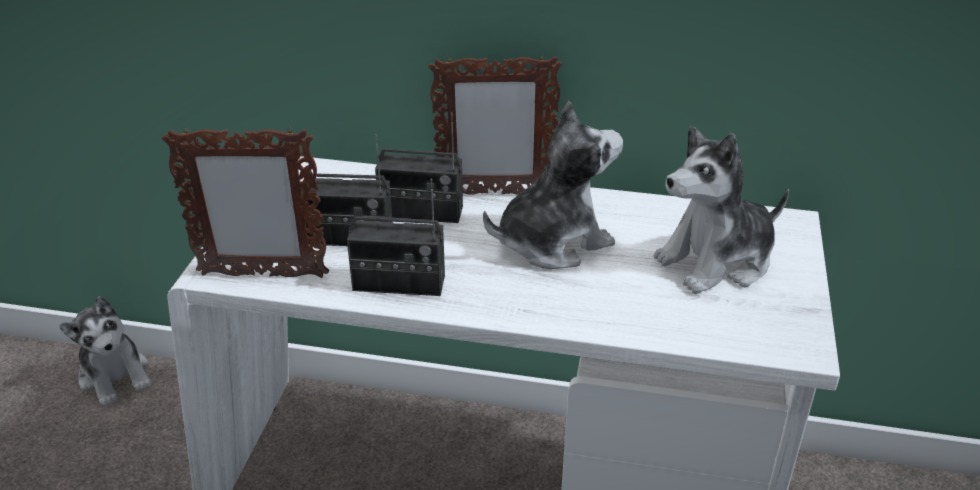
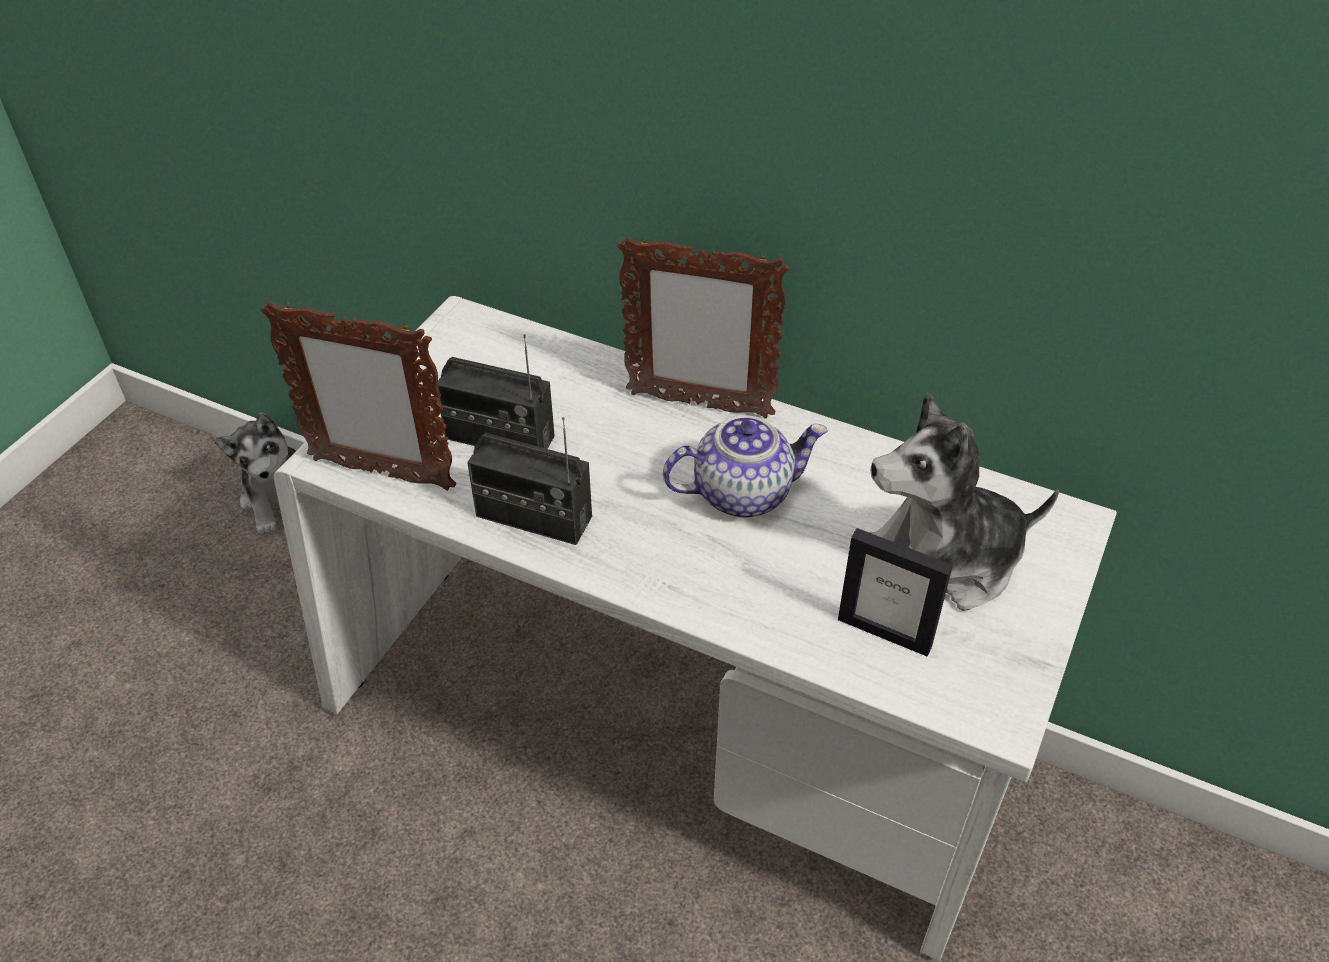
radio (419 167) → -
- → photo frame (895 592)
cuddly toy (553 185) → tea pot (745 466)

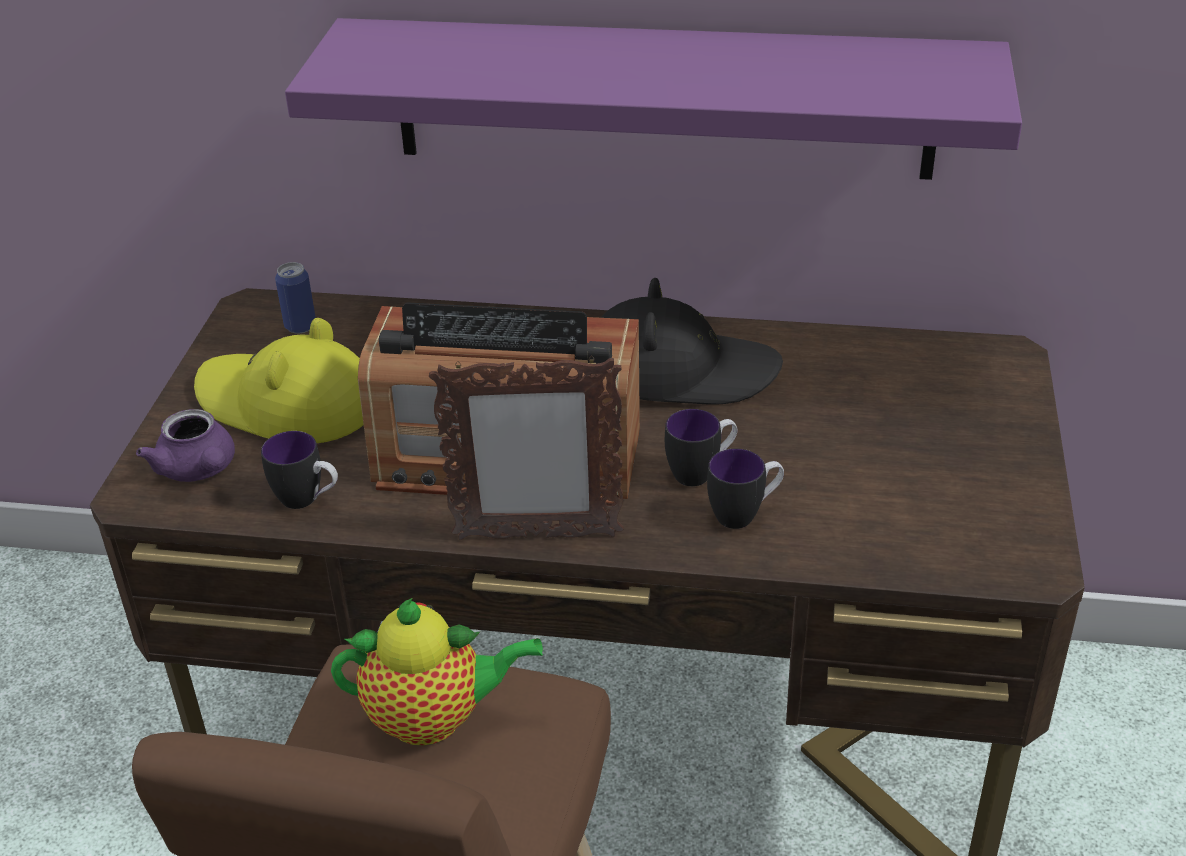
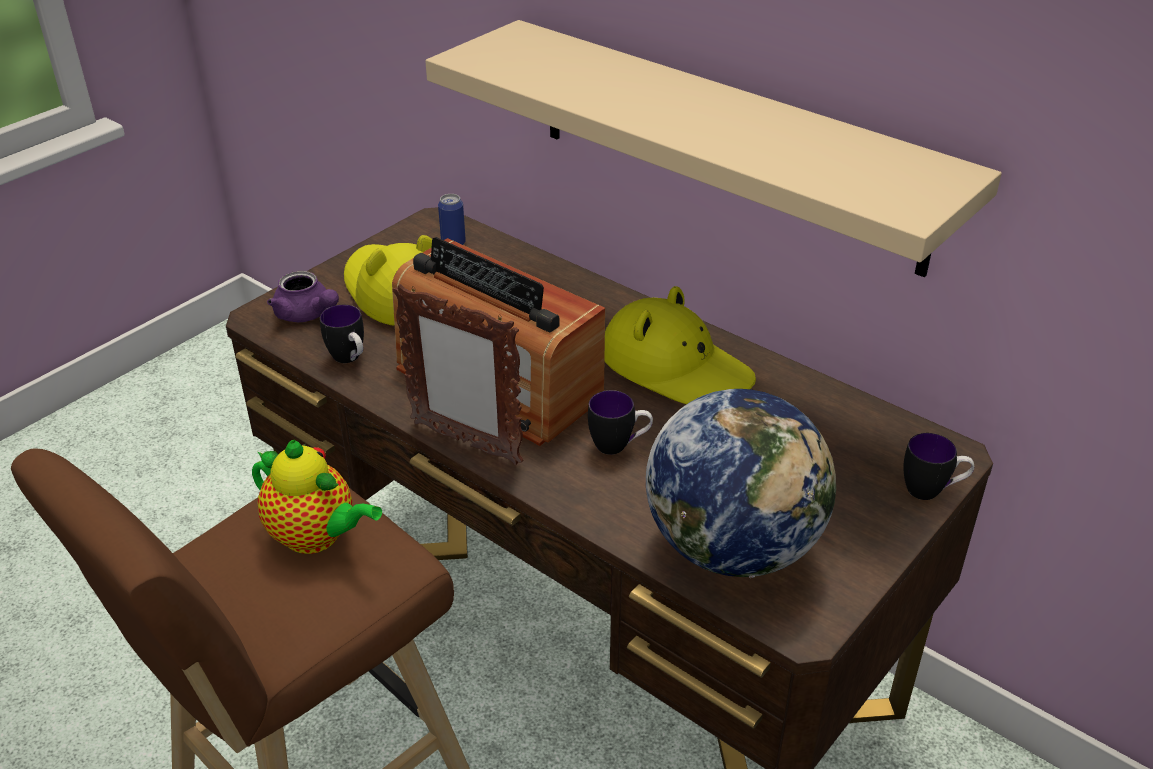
- → world globe (741 483)
mug (745 488) → mug (938 466), shifted
bracket shelf/purple-coloured (653 99) → bracket shelf/beige (713 149)
hat/black-coloured (692 341) → hat/yellow-coloured (680 345)
tea pot/purple-coloured (185 445) → tea pot/purple-coloured (303 296), 45 degrees counterclockwise

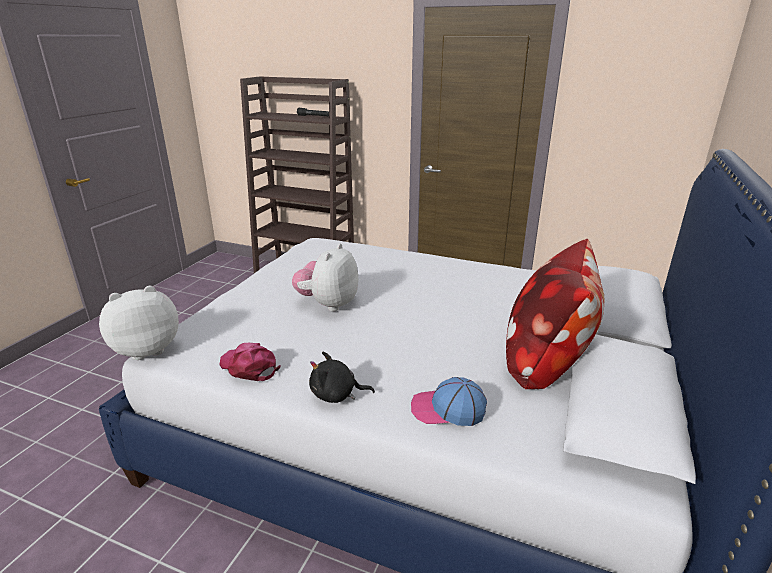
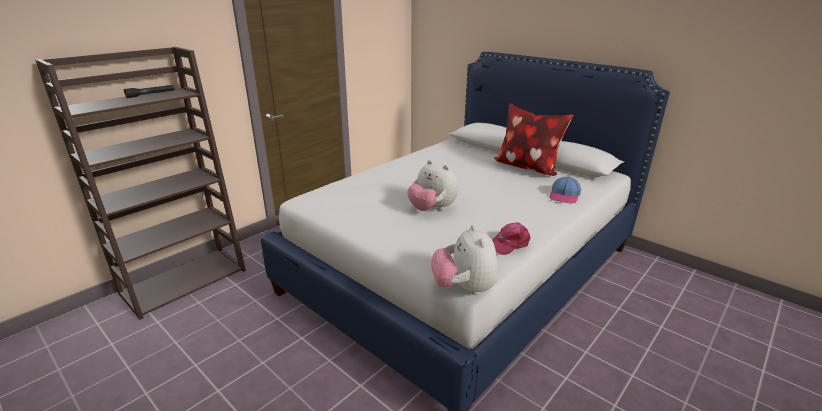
cuddly toy/black-coloured (342 377) → -

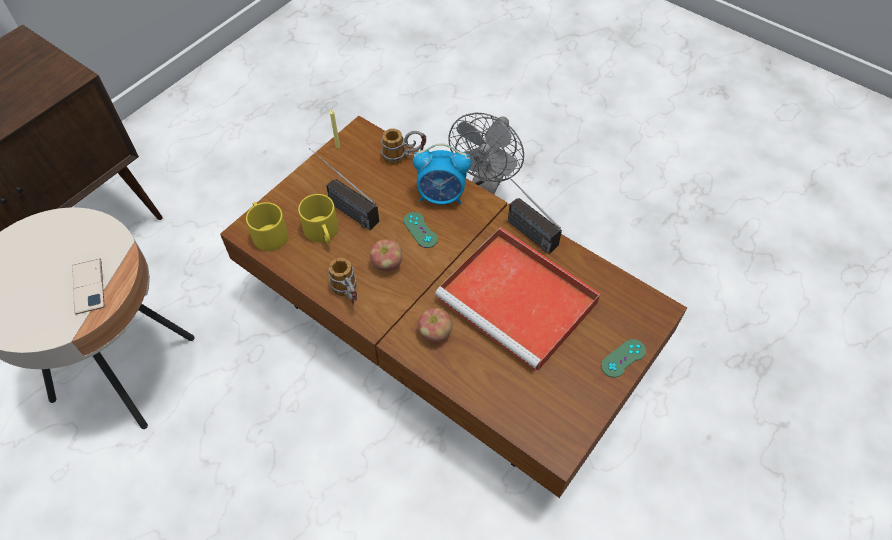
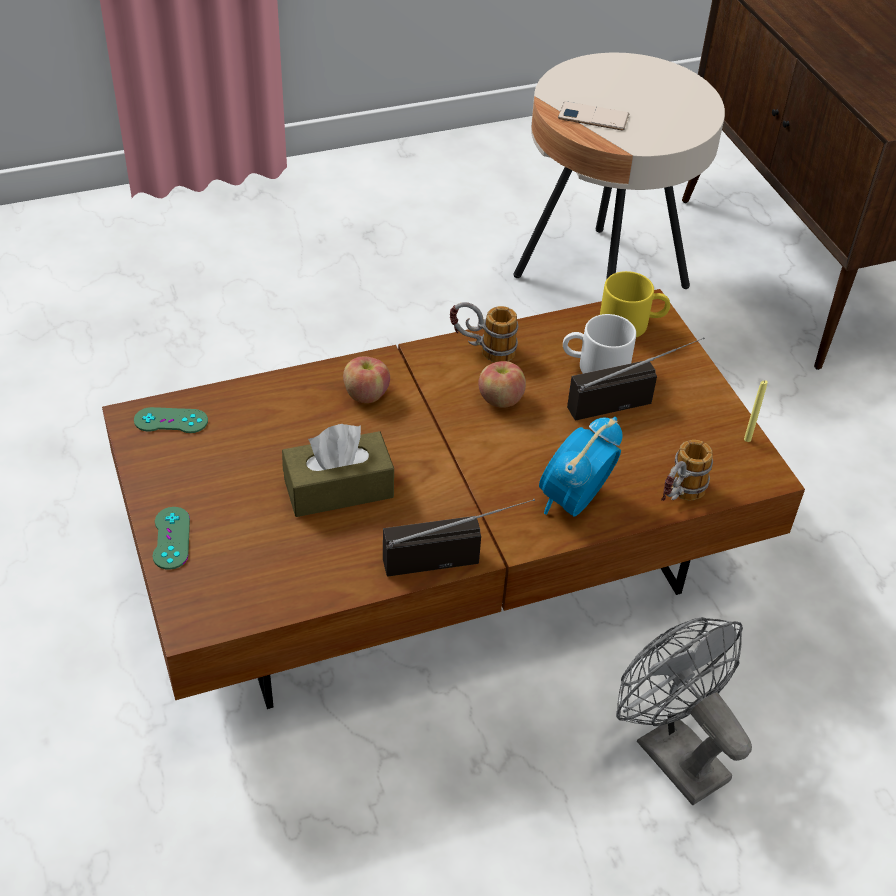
game controller/green-coloured (420 230) → game controller/green-coloured (171 420), shifted
tray/reddish (517 299) → tissue box/brown (338 470)
mug/yellow-coloured (318 219) → mug/white (599 343)

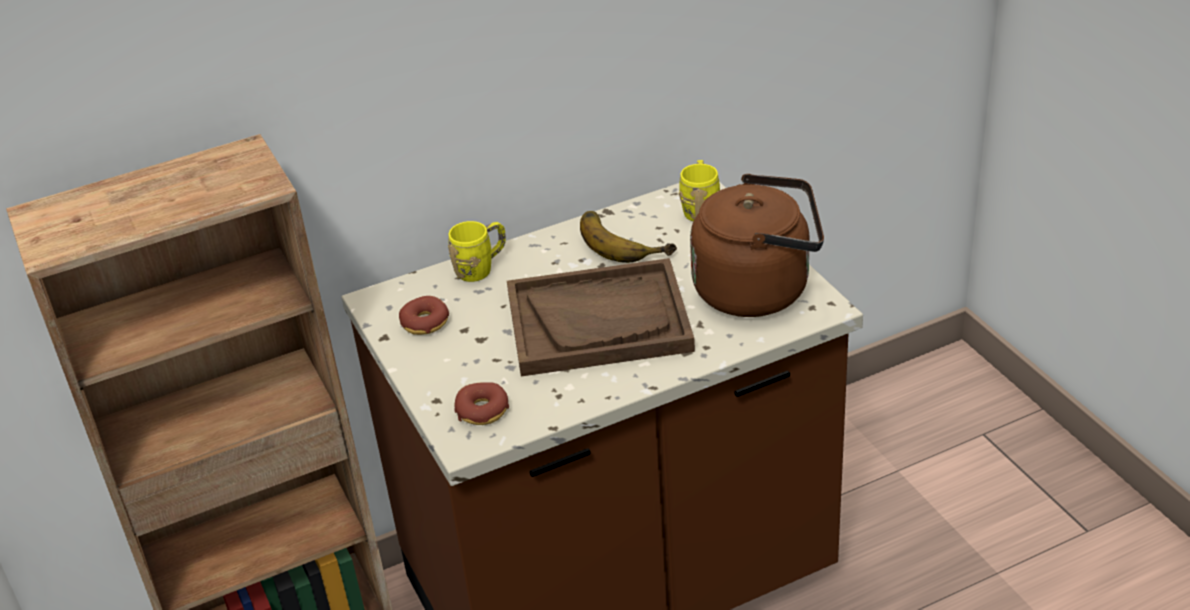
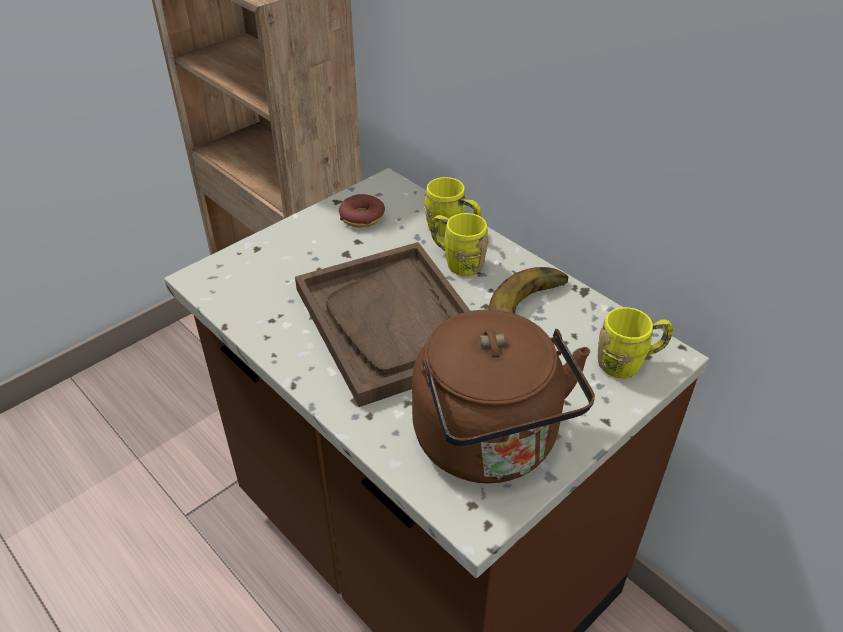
ring doughnut (481 403) → -
- → mug/yellow-coloured (459 244)

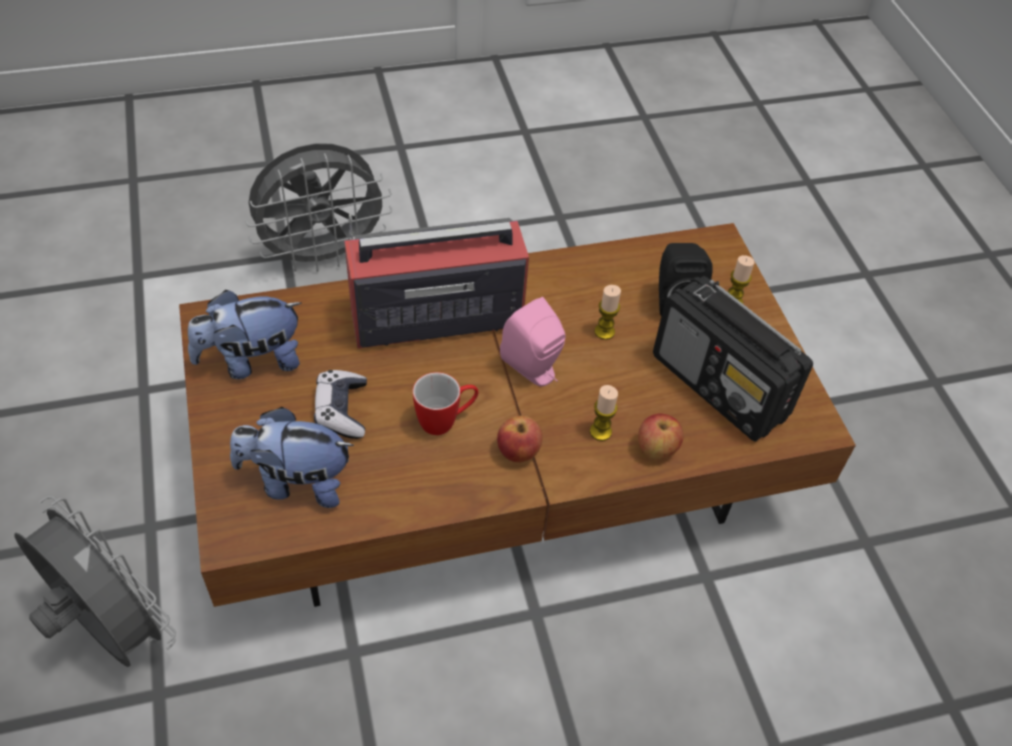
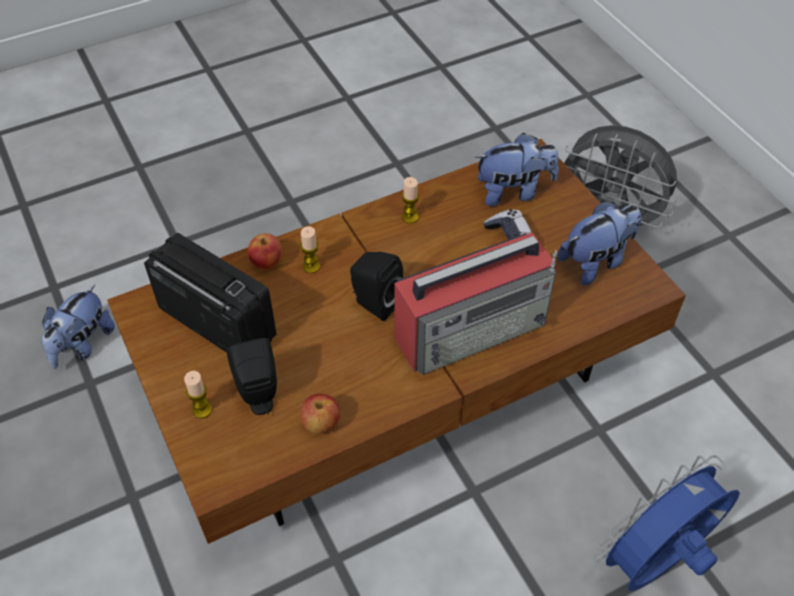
mug (445 403) → -
- → cuddly toy (78 327)
apple (520 439) → apple (320 413), shifted
candle (607 312) → candle (410 200), shifted
electric fan/gray (318 207) → electric fan/blue-coloured (666 523)
speaker/pinkish (533 342) → speaker/black-coloured (376 286)

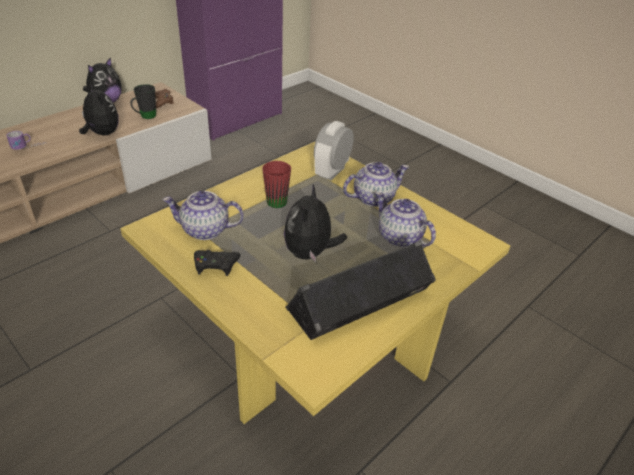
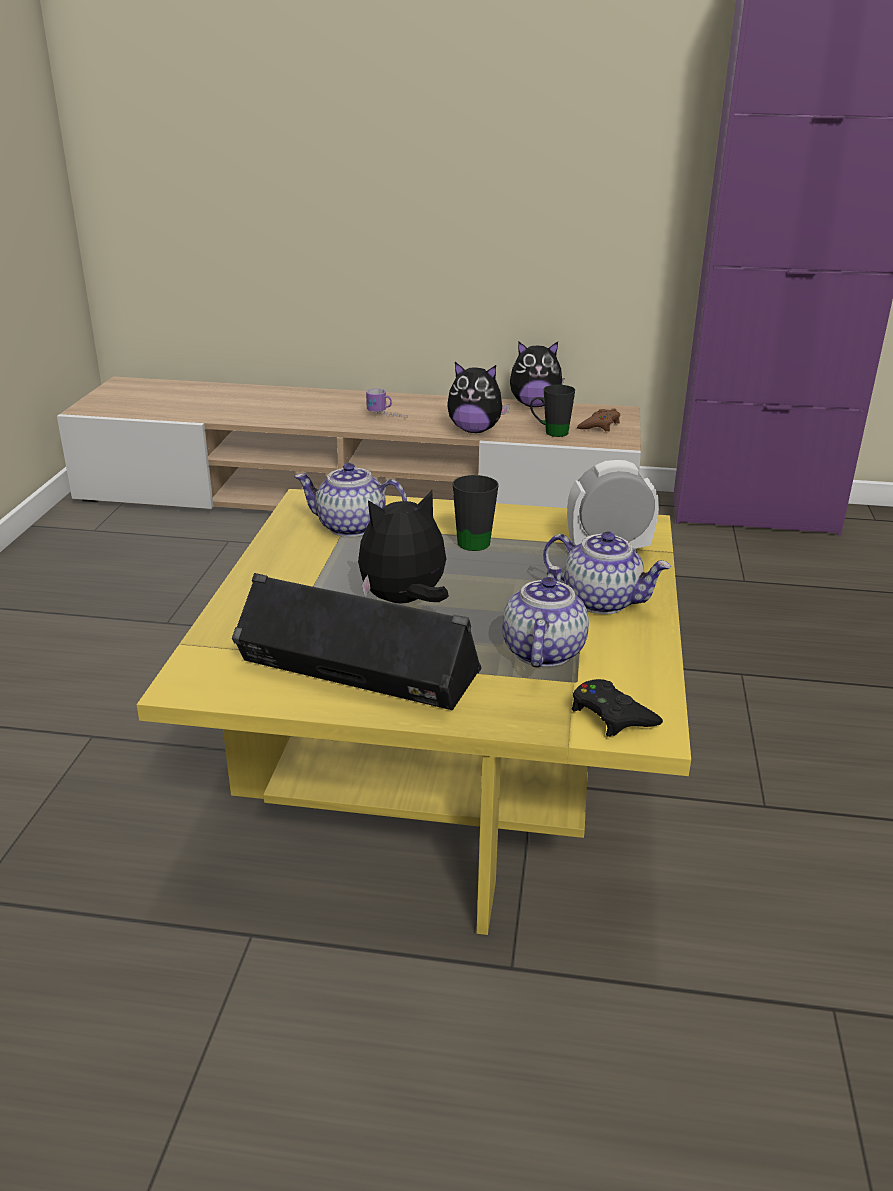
game controller/black-coloured (217 263) → game controller/black-coloured (617 708), shifted
mug/reddish (276 184) → mug/black-coloured (475 513)
cuddly toy (99 109) → cuddly toy (478 397), 90 degrees clockwise
tea pot (203 215) → tea pot (350 500), 45 degrees counterclockwise

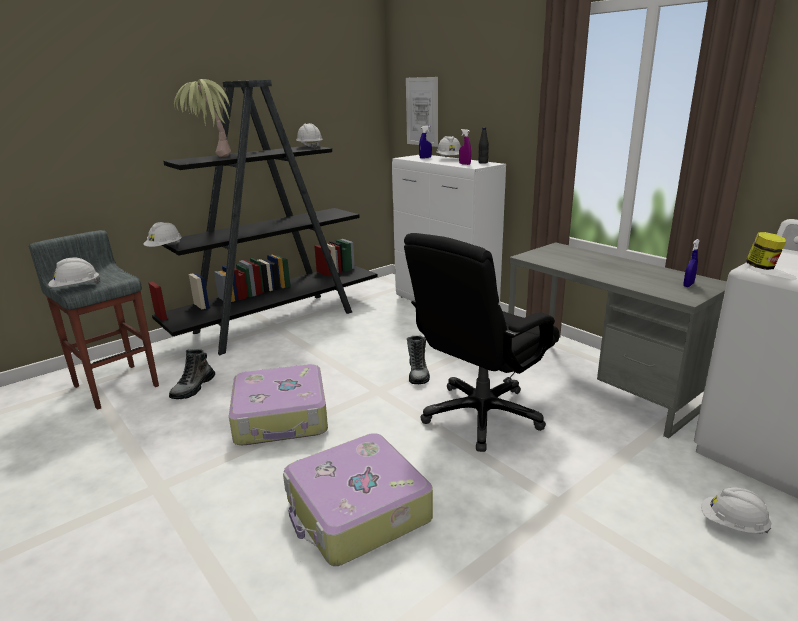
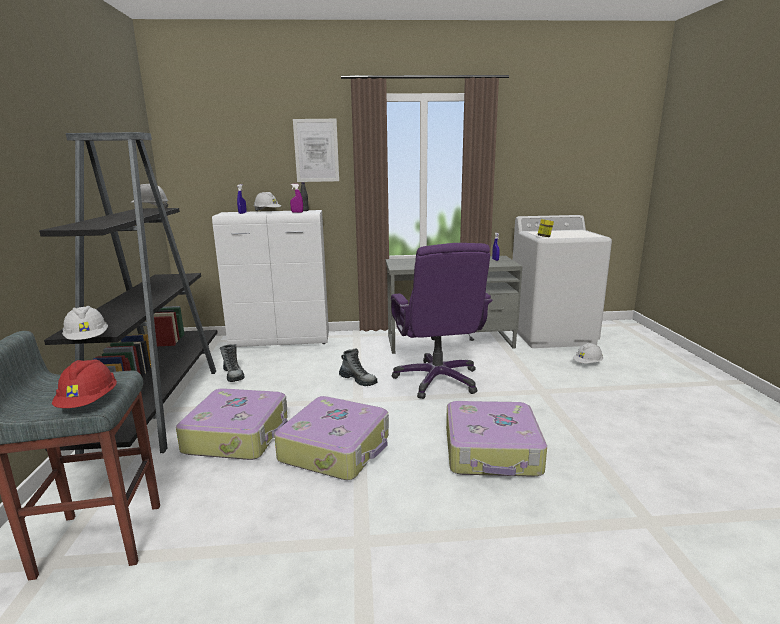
potted plant (202 118) → -
- → travel case (232 424)
boot (192 374) → boot (232 363), shifted
wall picture (422 112) → wall picture (316 150), shifted
work helmet/white (74 272) → work helmet/reddish (84 384)
office chair/black-coloured (481 342) → office chair/purple-coloured (442 321)

